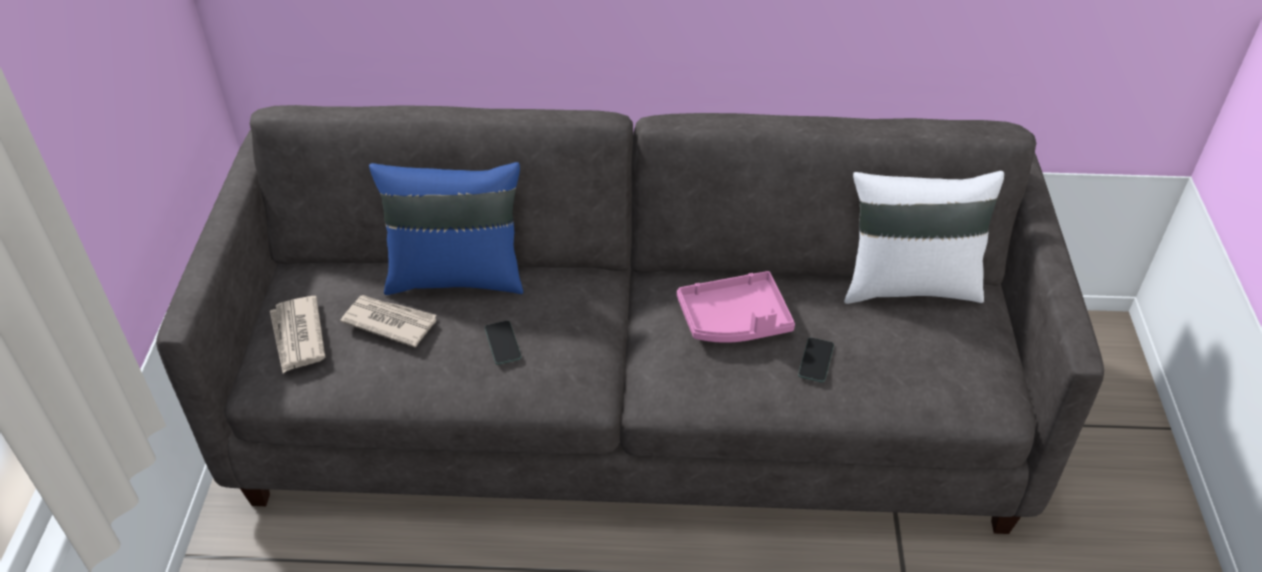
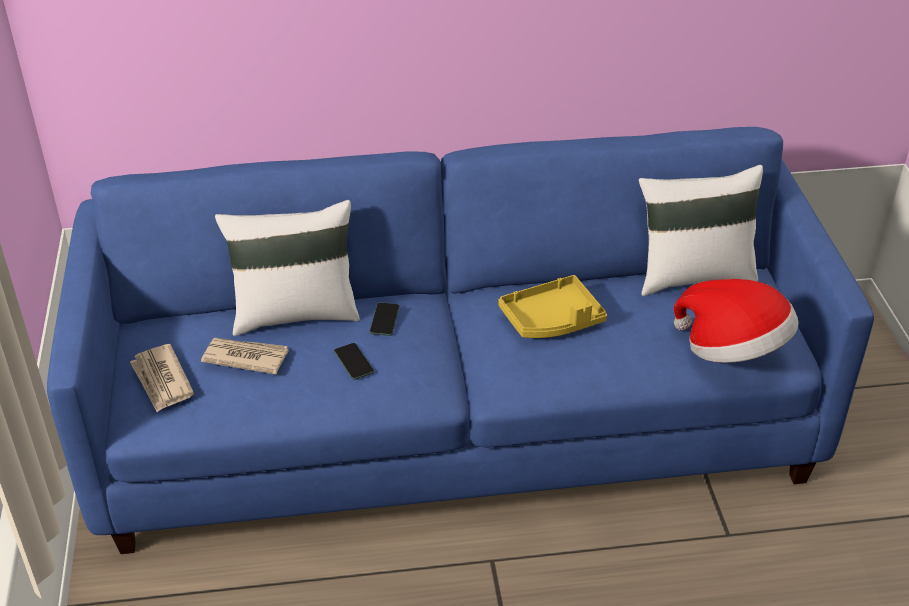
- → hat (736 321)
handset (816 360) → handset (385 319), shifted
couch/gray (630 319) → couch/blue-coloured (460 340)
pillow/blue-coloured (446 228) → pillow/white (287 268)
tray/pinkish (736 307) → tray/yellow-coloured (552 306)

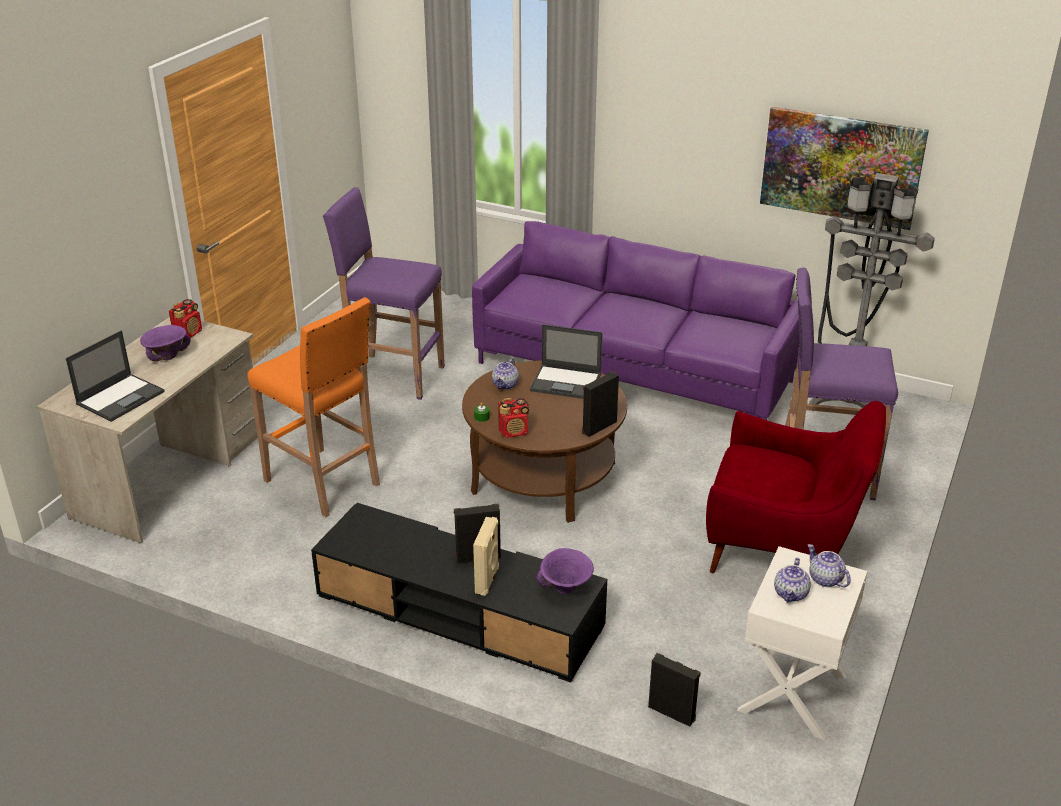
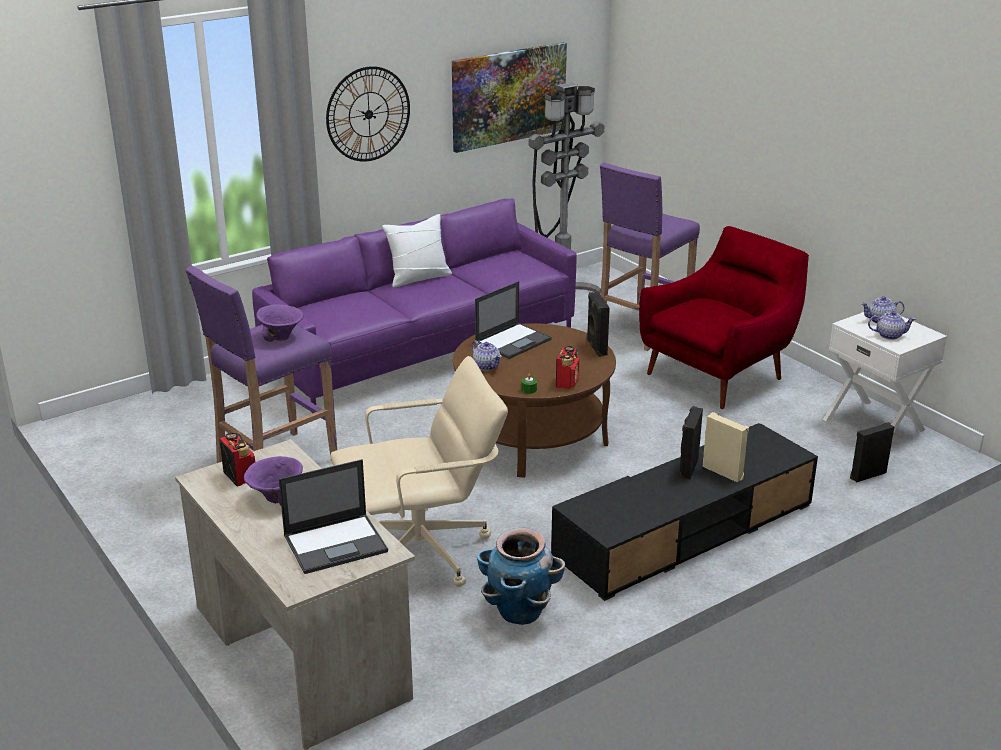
- → hanging clock (368 114)
- → pillow/white (417 250)
- → plant pot (521 576)
serving bowl/purple-coloured (565 571) → serving bowl/purple-coloured (279 323), shifted
stool seat/orangey (313 407) → office chair/beige (419 471)
portable computer (115 376) → portable computer (333 516), 90 degrees clockwise
tea pot (792 580) → tea pot (892 325), 45 degrees counterclockwise

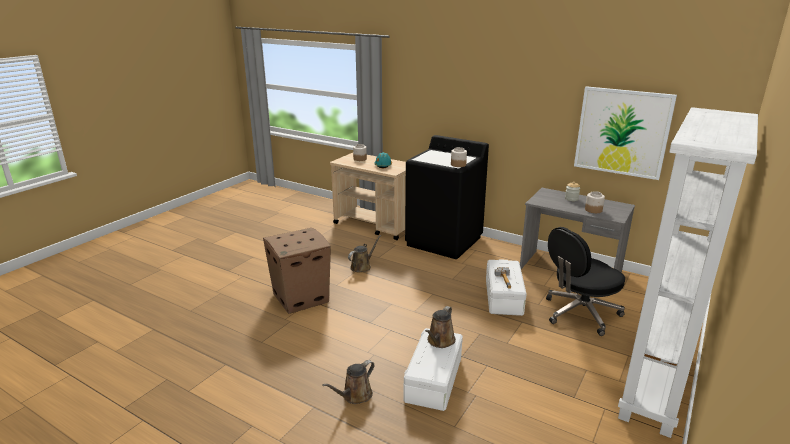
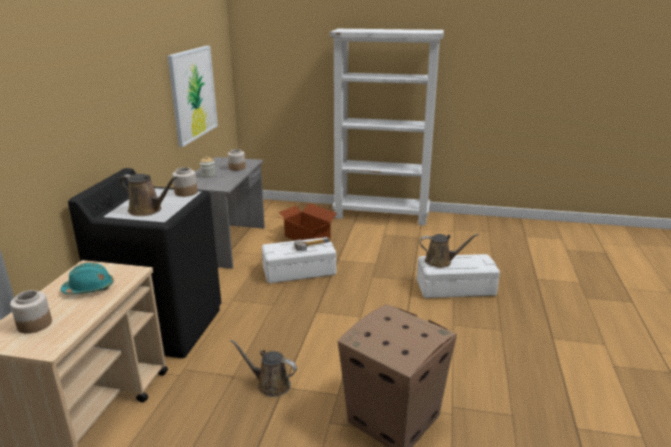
watering pot/brown (348 382) → watering pot/brown (148 195), shifted
office chair/black-coloured (585 281) → packing box (306 221)

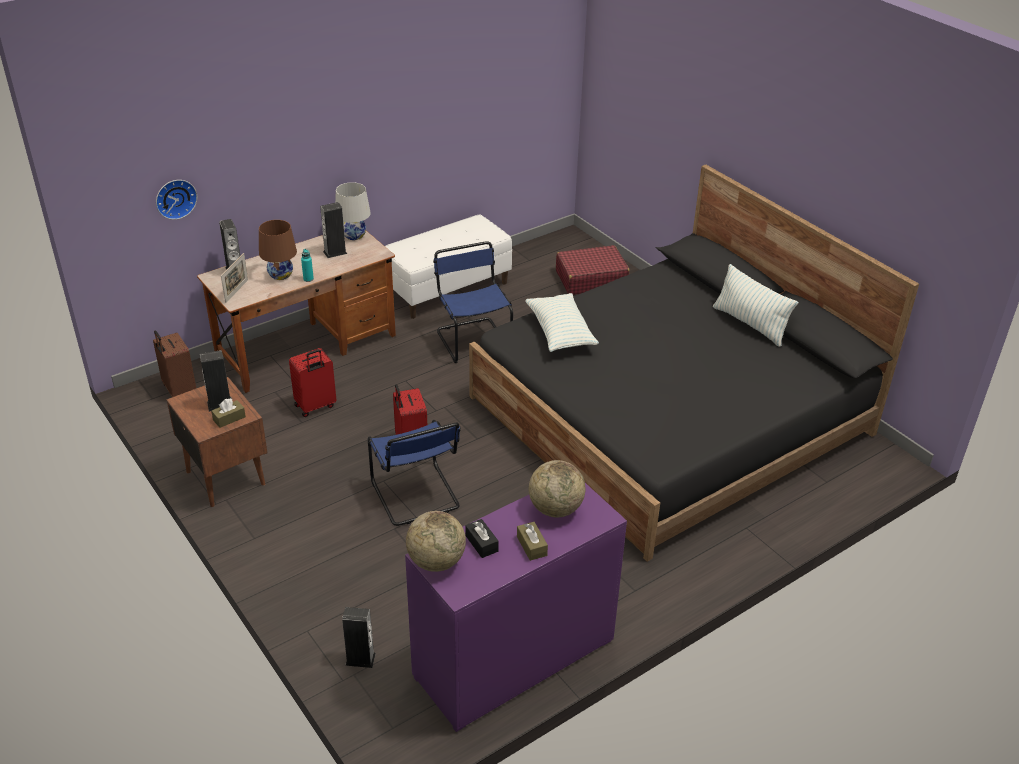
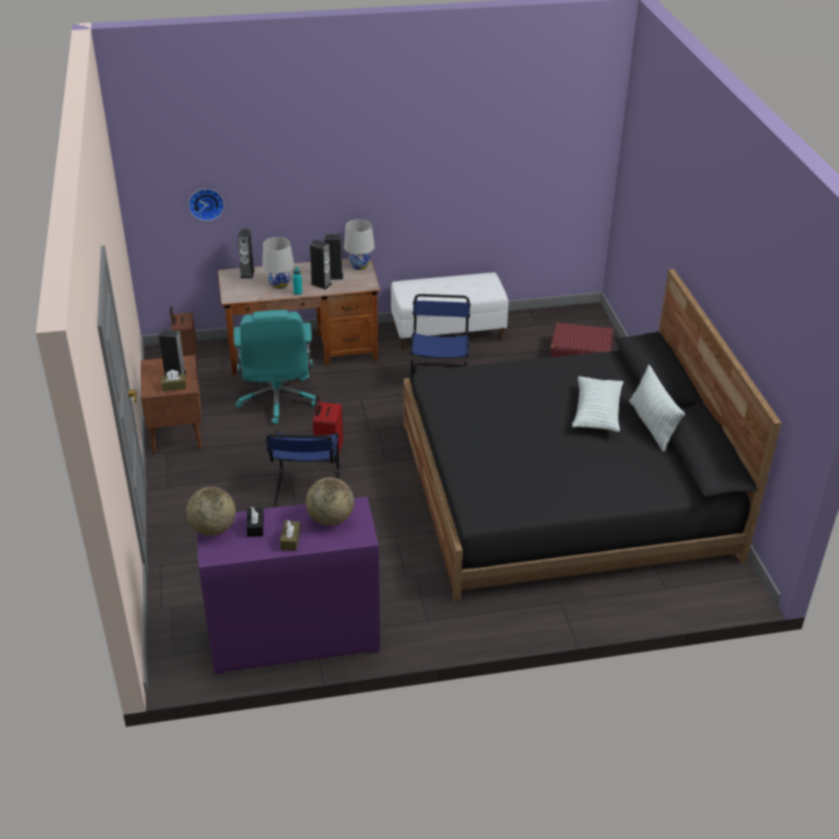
photo frame (234 278) → -
speaker (359 637) → speaker (321 265), shifted
pillow (562 322) → pillow (597 404), shifted
travel case/reddish (312 382) → office chair/turquoise-coloured (275 367)
lamp for a table/brown (278 250) → lamp for a table/white (278 263)

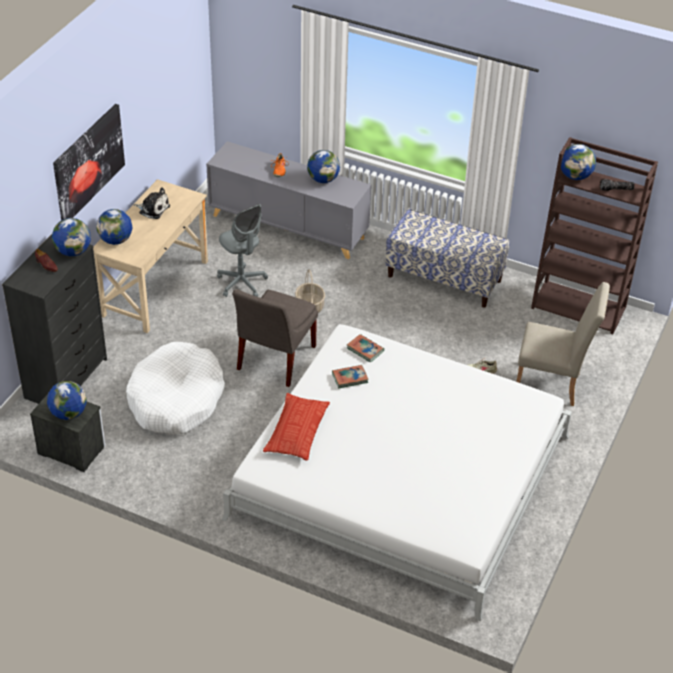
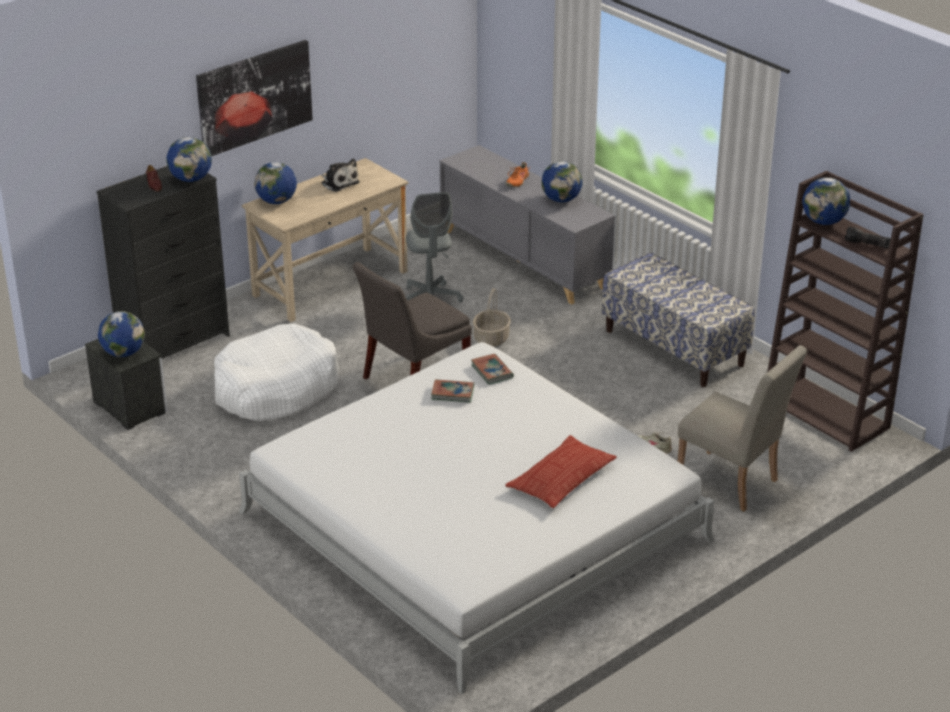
pillow (296 427) → pillow (561 471), shifted

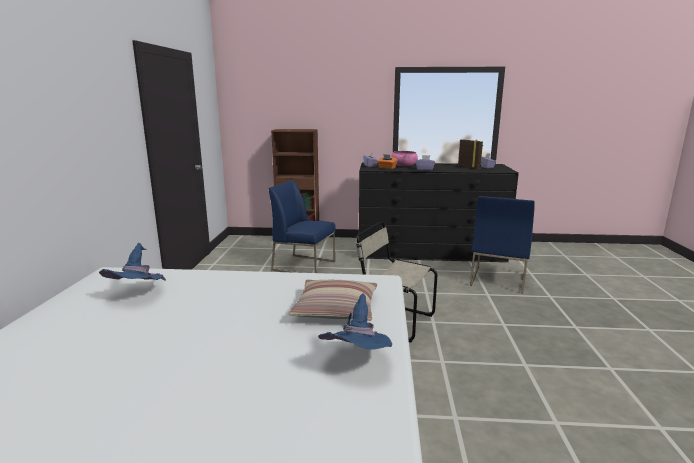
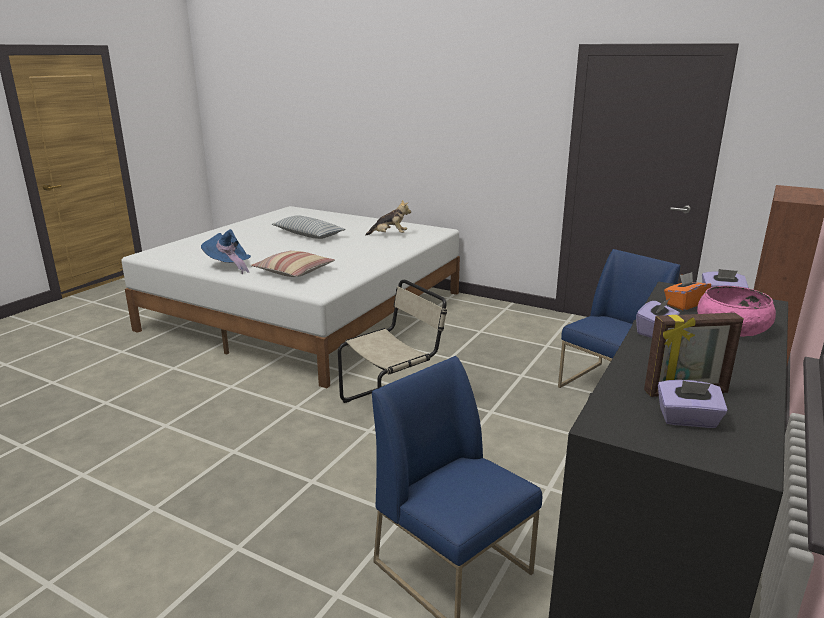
- → pillow (309 227)
hat/blue-coloured (132 261) → cuddly toy (388 218)

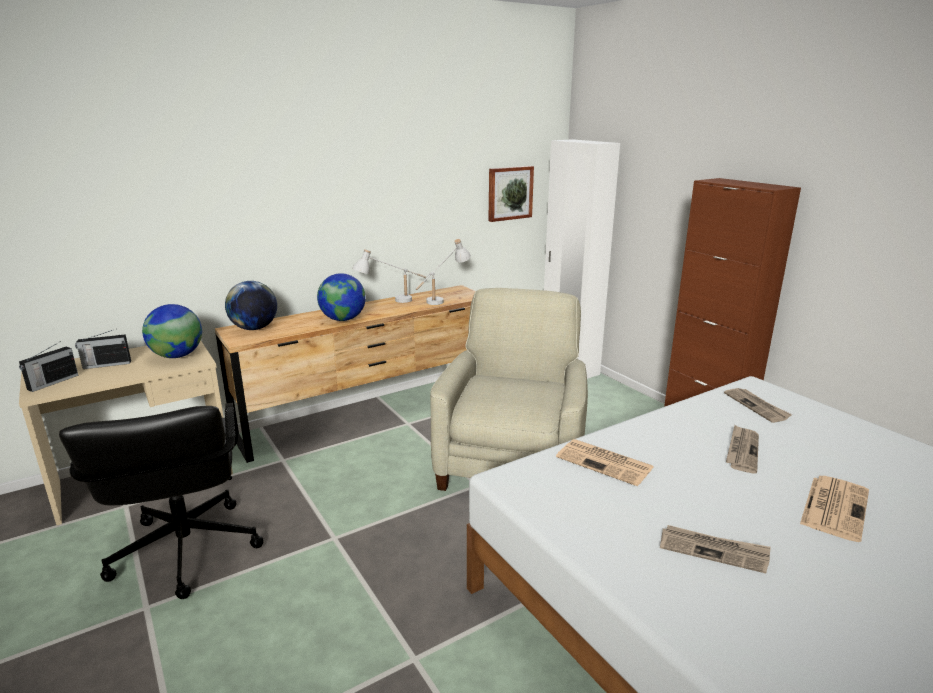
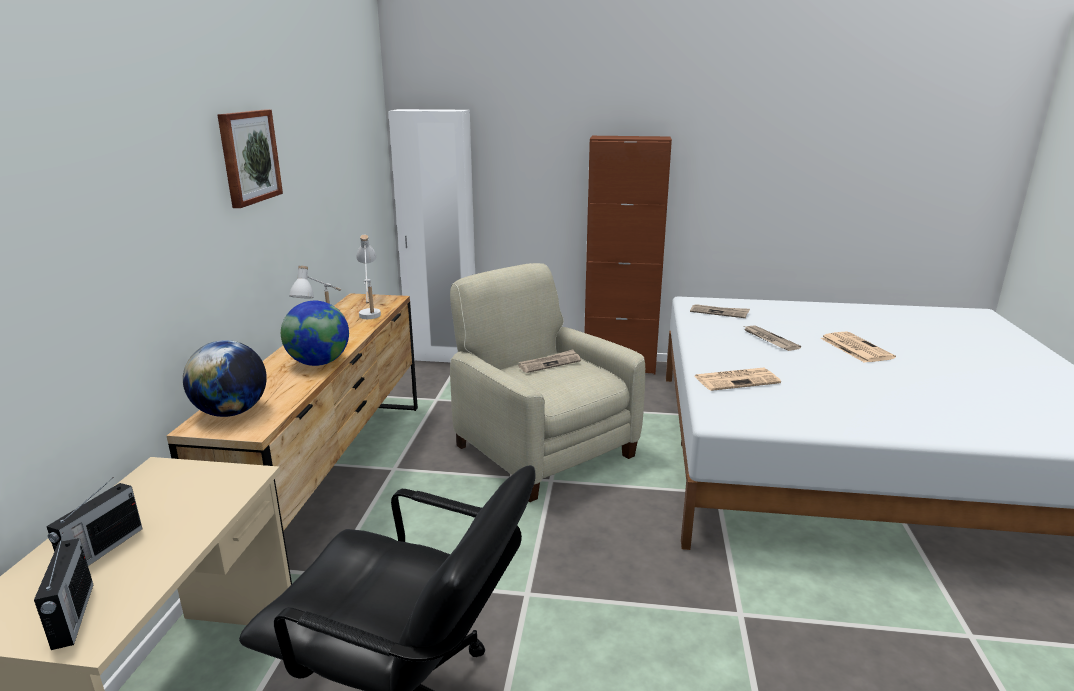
world globe (172 331) → -
wall picture (511 194) → wall picture (250 159), shifted
daily paper (715 549) → daily paper (549 361), shifted

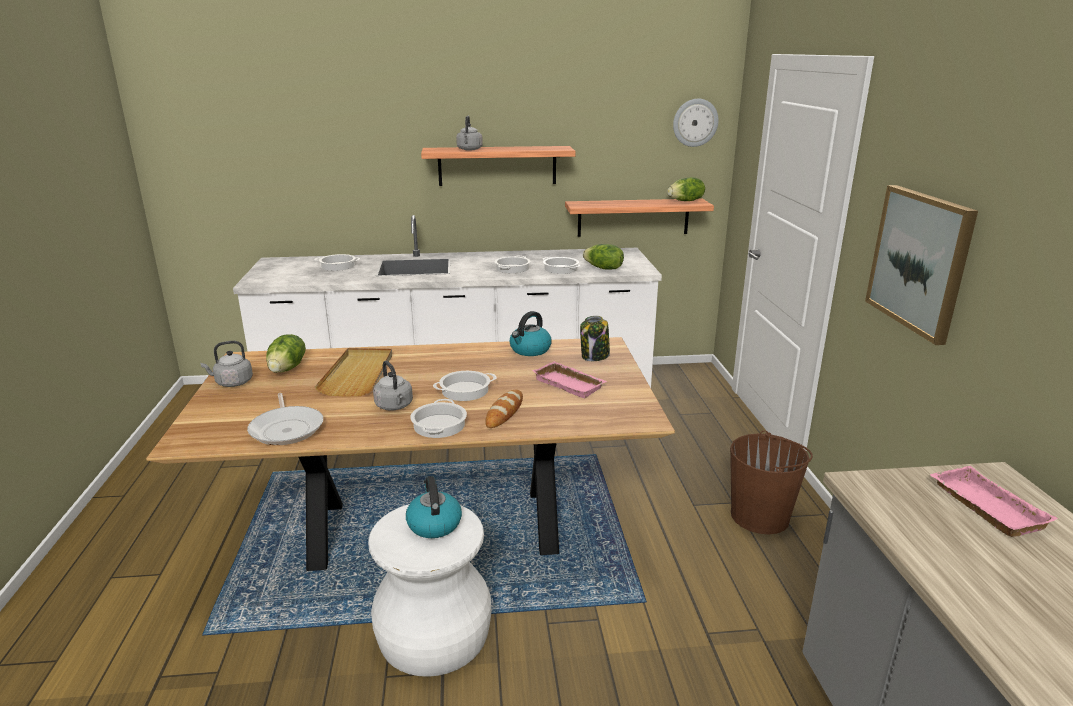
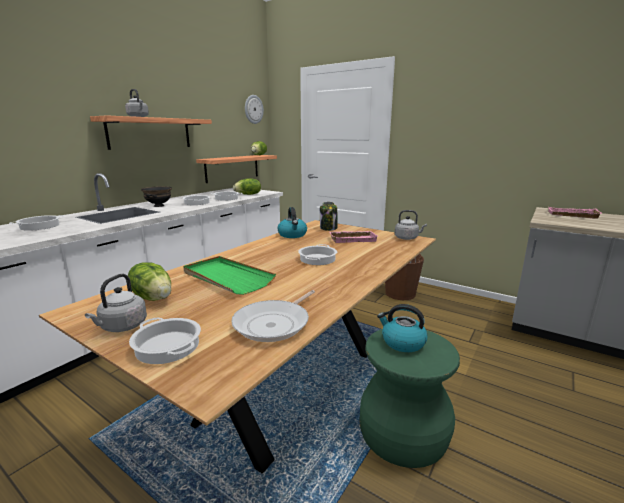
baked bread (504 409) → -
wall picture (921 265) → -
- → serving bowl/black-coloured (156 196)
kettle/gray (393 386) → kettle/gray (411 225), shifted
saucepot (438 418) → saucepot (165 340), shifted
tray/beige (353 372) → tray/green-coloured (229 275)
stool seat/white (430 590) → stool seat/green-coloured (409 398)
pan (285 419) → pan (273 316), 105 degrees clockwise

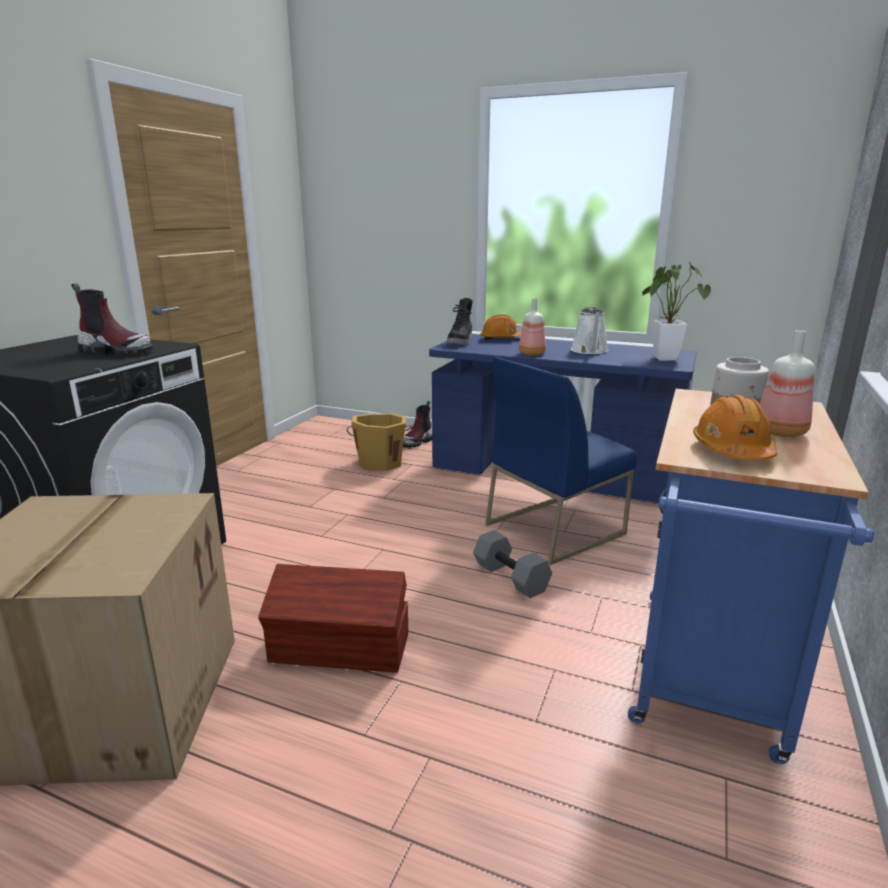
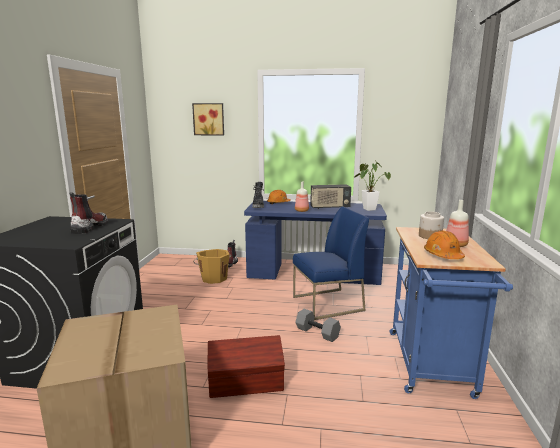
- → wall picture (208 119)
watering pot/white (589 330) → radio (330 196)
boot (112 319) → boot (88 213), 75 degrees counterclockwise
chair/blue-coloured (561 461) → chair/blue-coloured (331 263), 150 degrees counterclockwise

